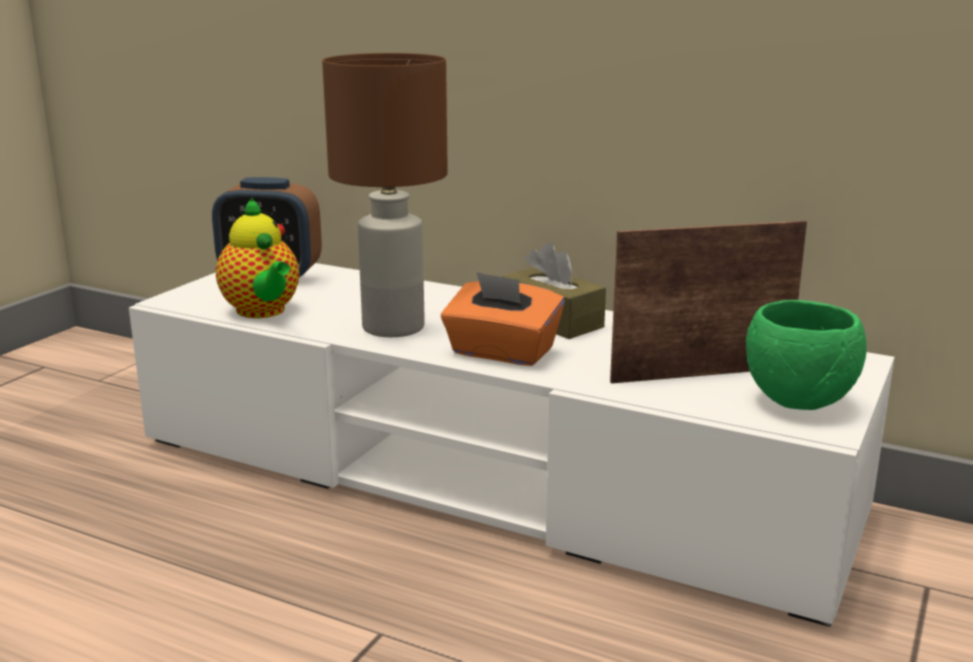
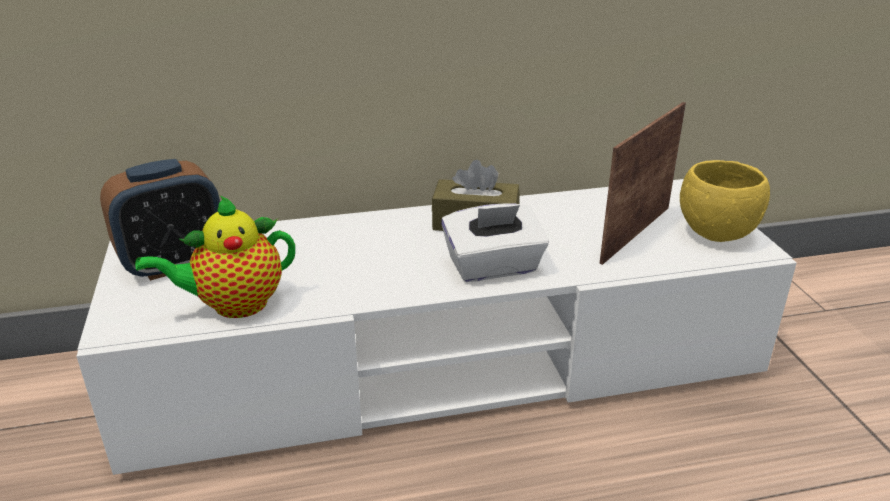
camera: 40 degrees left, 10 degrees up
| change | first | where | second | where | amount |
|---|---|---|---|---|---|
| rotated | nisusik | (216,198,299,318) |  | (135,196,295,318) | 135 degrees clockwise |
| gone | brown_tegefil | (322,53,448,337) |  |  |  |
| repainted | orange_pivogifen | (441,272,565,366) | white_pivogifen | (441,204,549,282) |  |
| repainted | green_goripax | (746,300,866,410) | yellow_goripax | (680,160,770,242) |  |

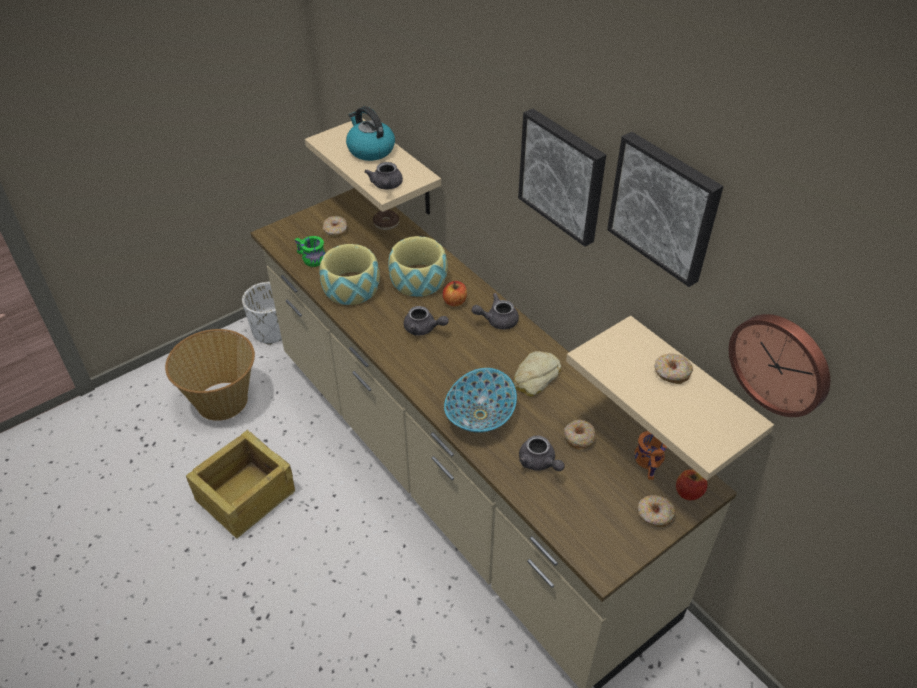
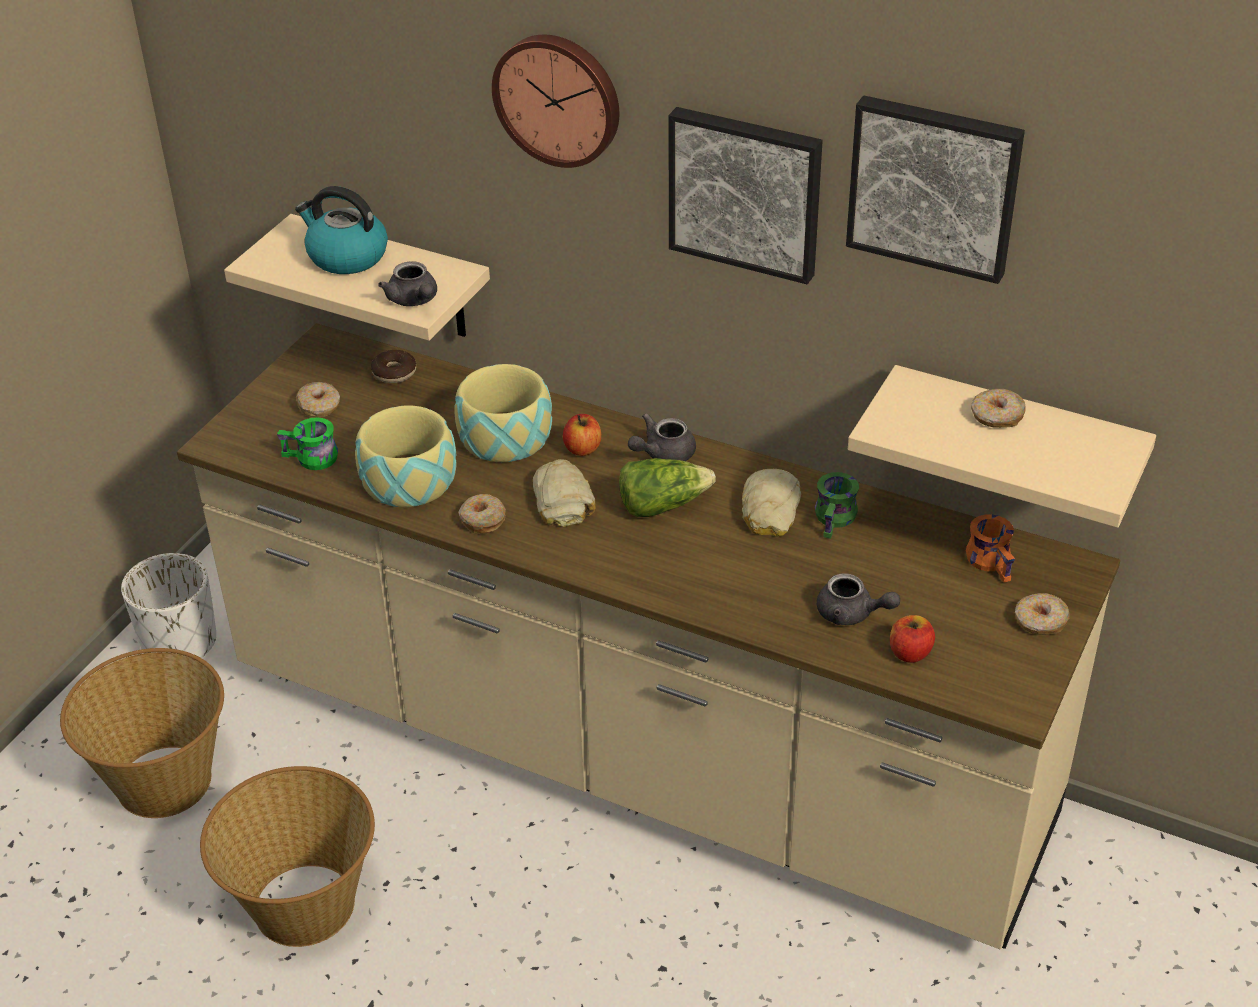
camera: 25 degrees left, 5 degrees down
| change | first | where | second | where | amount |
|---|---|---|---|---|---|
| swapped | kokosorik | (186,430,295,539) | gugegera | (200,766,375,947) |  |
| swapped | grey_nisusik | (404,306,449,335) | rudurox | (533,459,596,527) |  |
| gone | goripax | (444,368,517,433) |  |  |  |
| shifted | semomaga | (564,420,596,450) |  | (458,494,506,534) |  |
| shifted | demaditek | (676,470,707,500) |  | (890,615,935,663) |  |
| shifted | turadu | (729,314,830,417) |  | (492,35,619,168) |  |
| new |  |  | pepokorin | (619,458,716,517) |  |
| new |  |  | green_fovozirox | (815,472,859,539) |  |

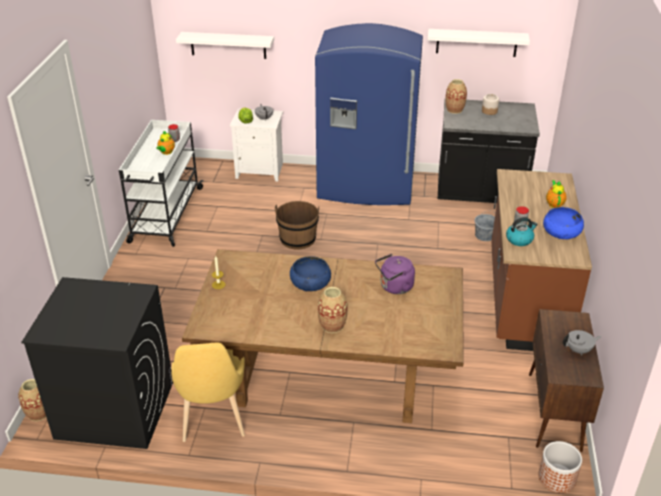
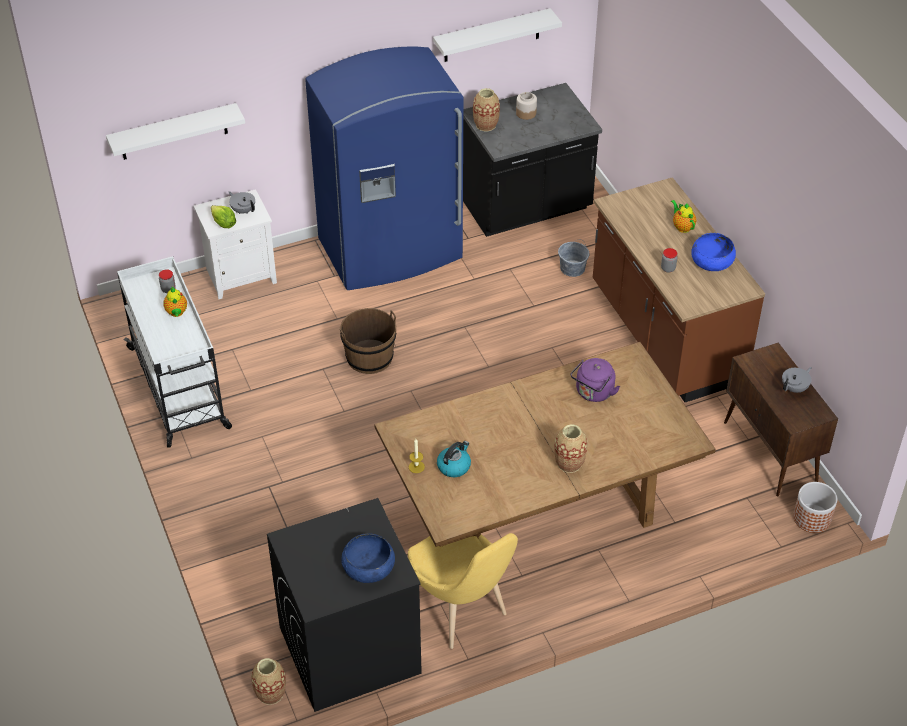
camera: 30 degrees left, 10 degrees up
| change | first | where | second | where | amount |
|---|---|---|---|---|---|
| shifted | blue_goripax | (290,256,331,291) |  | (341,533,395,583) |  |
| shifted | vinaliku | (506,217,538,246) |  | (437,441,471,477) |  |

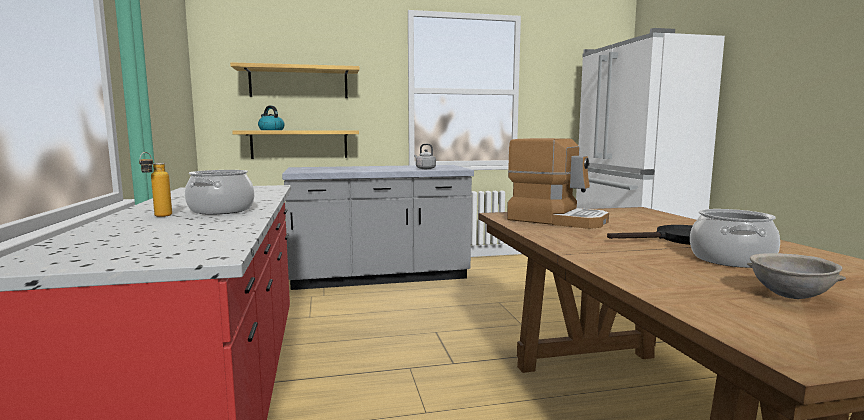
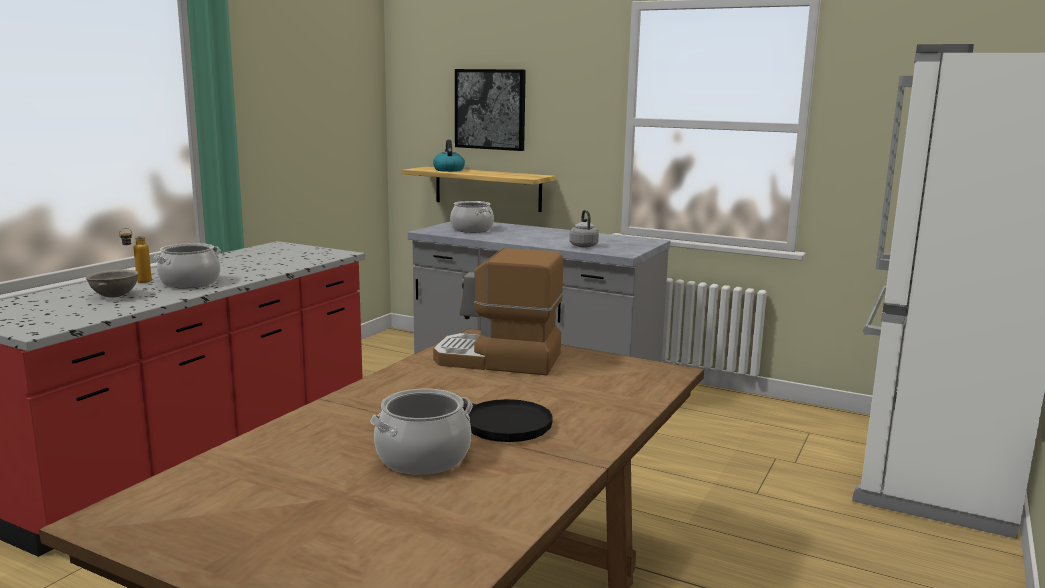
camera: 40 degrees right, 5 degrees up
| change | first | where | second | where | amount |
|---|---|---|---|---|---|
| swapped | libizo | (230,62,360,98) | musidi | (455,69,526,151) |  |
| rotated | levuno | (507,138,609,229) |  | (433,248,563,375) | 120 degrees clockwise |
| shifted | grey_goripax | (747,253,846,299) |  | (86,269,139,298) |  |
| new |  |  | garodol | (450,201,494,233) |  |

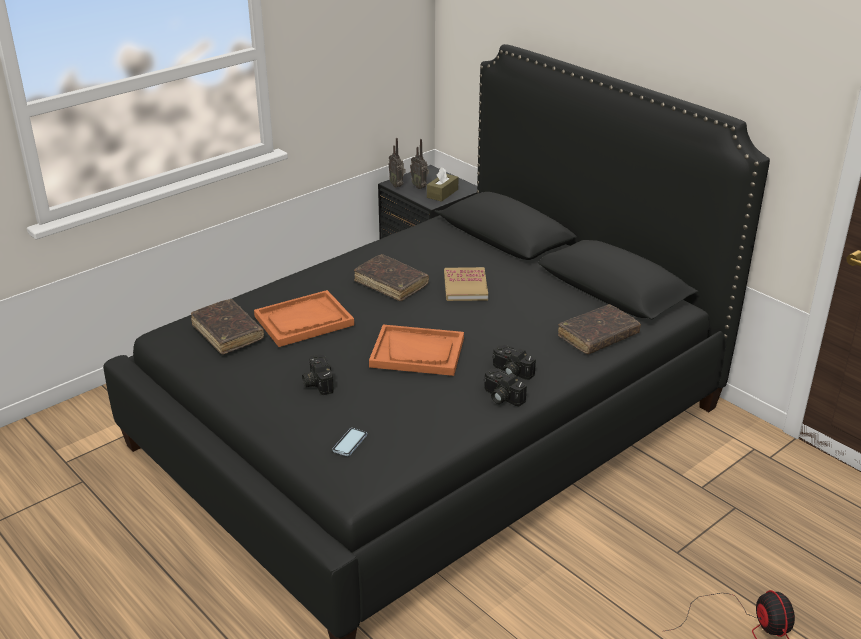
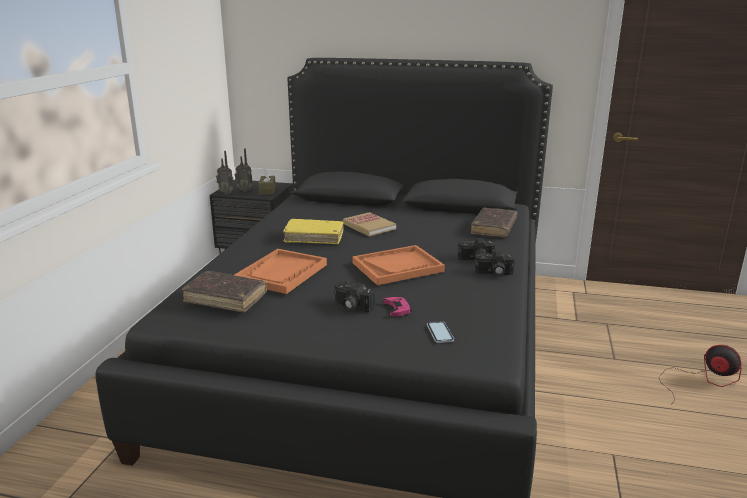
camera: 35 degrees left, 10 degrees down
| change | first | where | second | where | amount |
|---|---|---|---|---|---|
| repainted | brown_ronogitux | (354,254,429,301) | yellow_ronogitux | (283,219,344,244) |  |
| new |  |  | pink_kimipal | (383,297,412,317) |  |

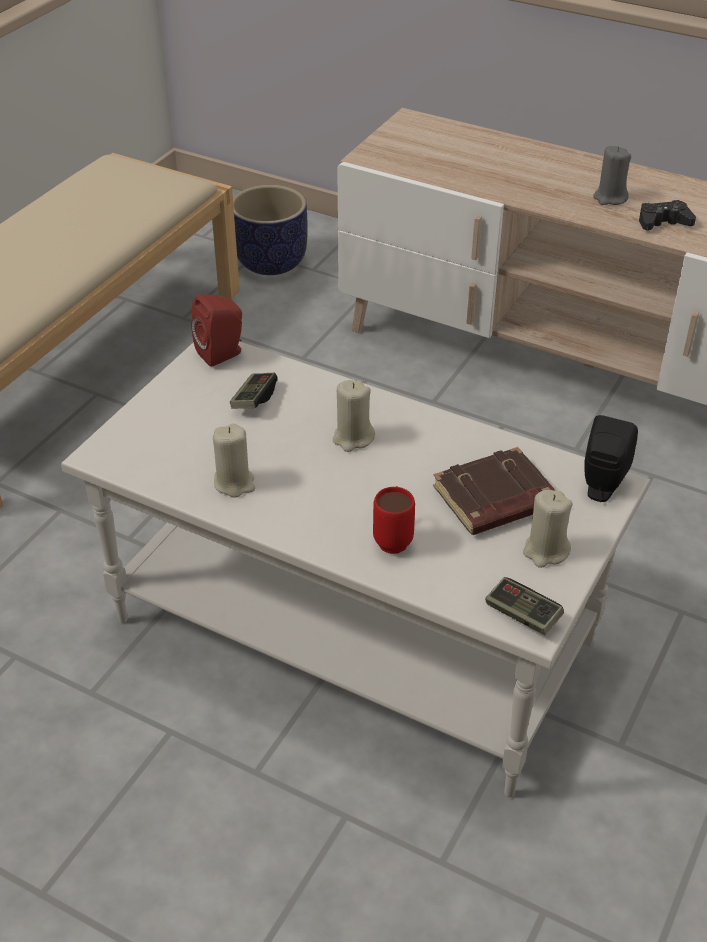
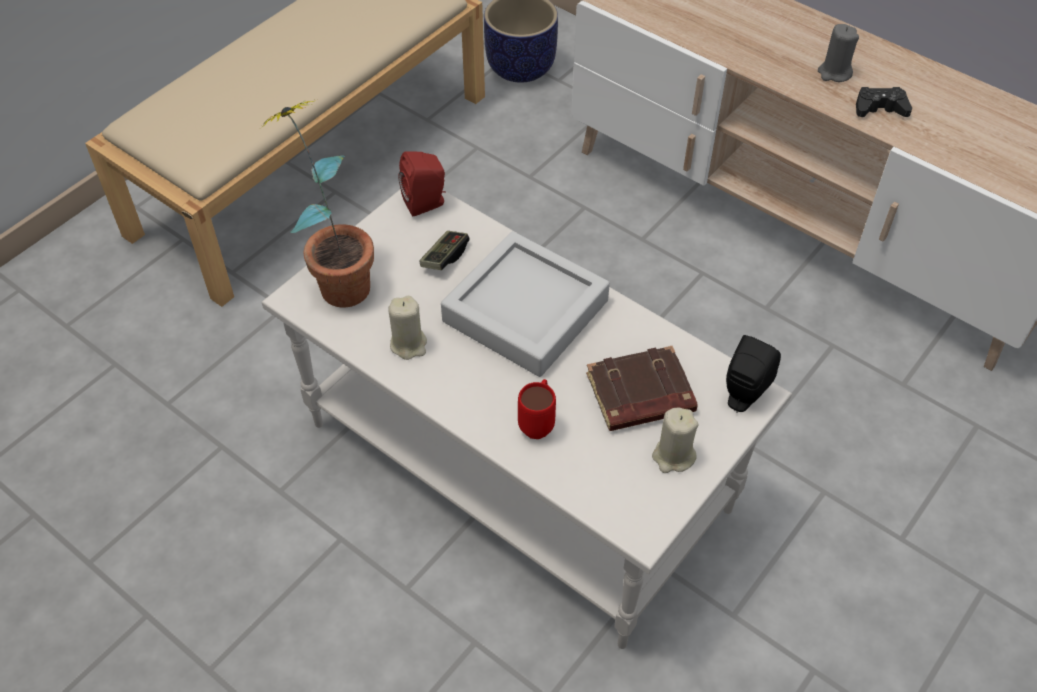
camera: 10 degrees right, 10 degrees up
| change | first | where | second | where | amount |
|---|---|---|---|---|---|
| swapped | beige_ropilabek | (333,380,375,452) | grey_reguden | (441,231,610,377) |  |
| gone | kimipal | (485,577,564,635) |  |  |  |
| new |  |  | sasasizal | (261,100,374,307) |  |

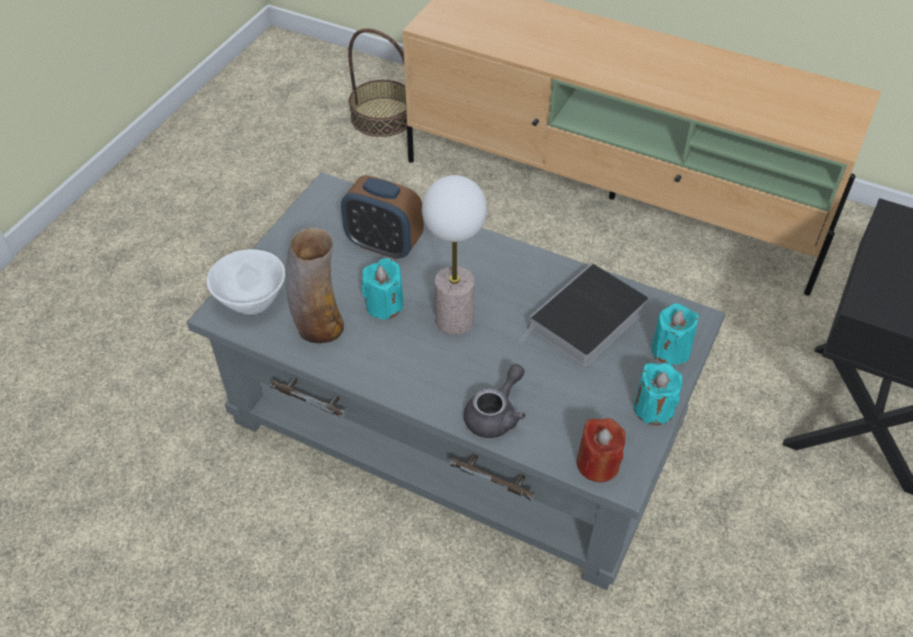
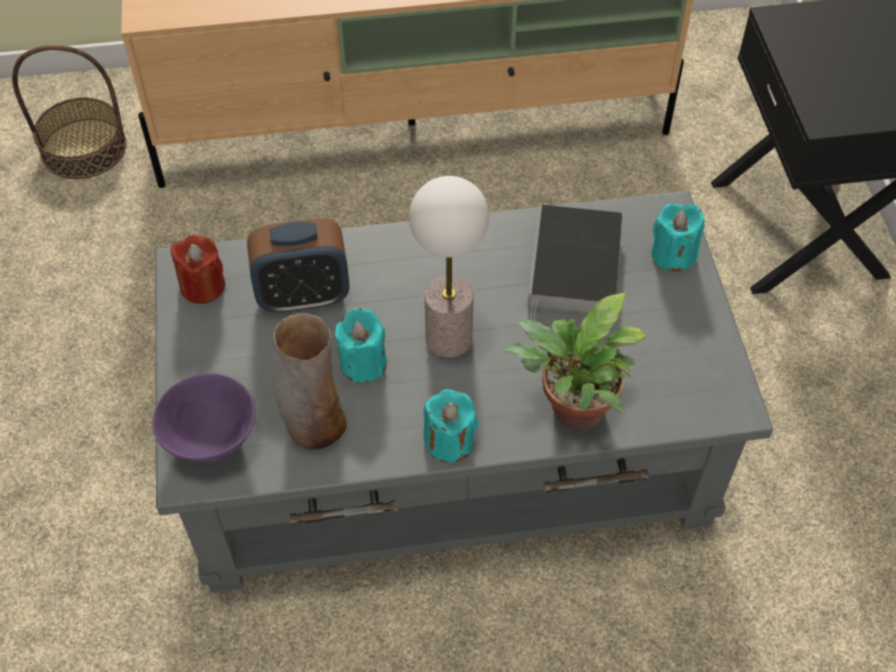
camera: 35 degrees left, 5 degrees up
| change | first | where | second | where | amount |
|---|---|---|---|---|---|
| repainted | white_goripax | (207,249,285,315) | purple_goripax | (152,373,255,463) |  |
| swapped | grey_nisusik | (464,364,526,438) | sasasizal | (503,293,646,430) |  |
| shifted | red_ropilabek | (577,418,625,482) |  | (171,235,225,304) |  |
| shifted | turquoise_ropilabek | (633,363,682,425) |  | (423,389,478,462) |  |

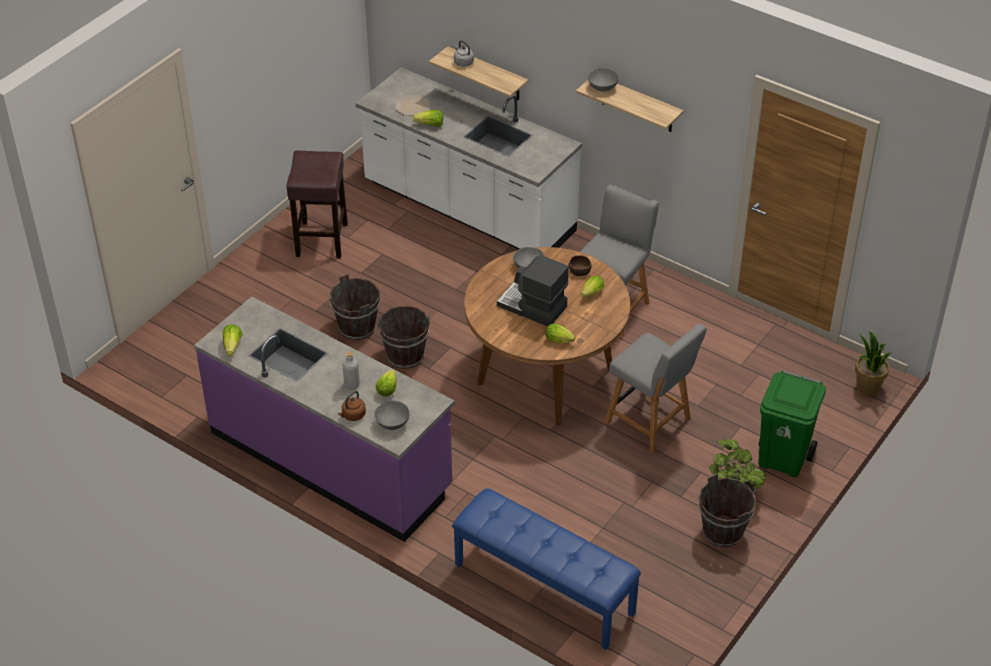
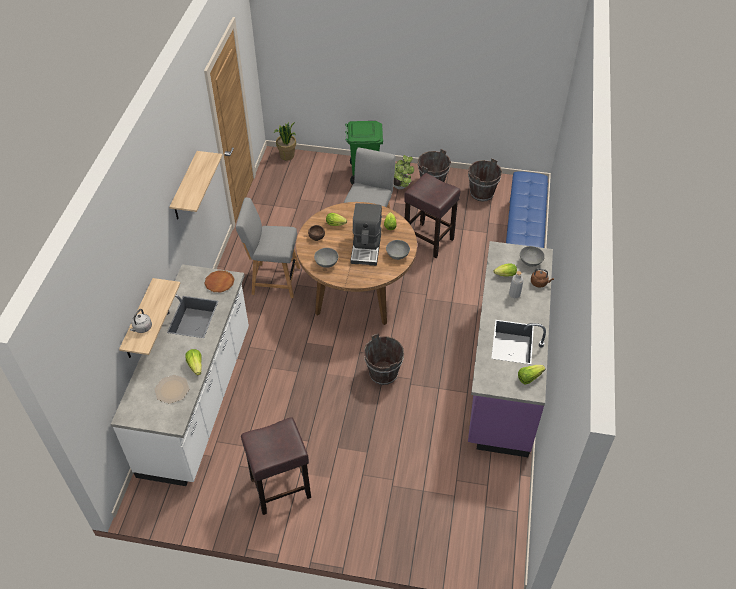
camera: 115 degrees left, 5 degrees up
| change | first | where | second | where | amount |
|---|---|---|---|---|---|
| shifted | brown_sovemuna | (330,274,380,340) |  | (468,158,502,201) |  |
| shifted | grey_goripax | (588,68,619,92) |  | (386,240,410,260) |  |
| new |  |  | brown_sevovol | (204,270,234,292) |  |
| new |  |  | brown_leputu | (404,173,460,258) |  |

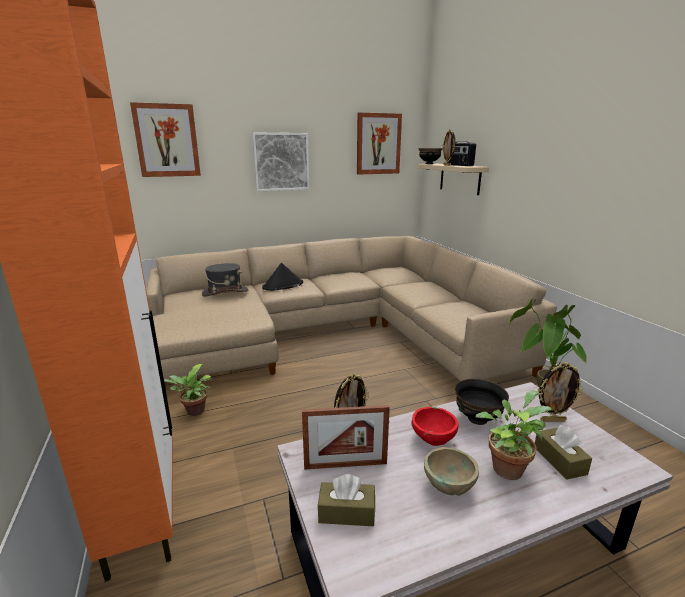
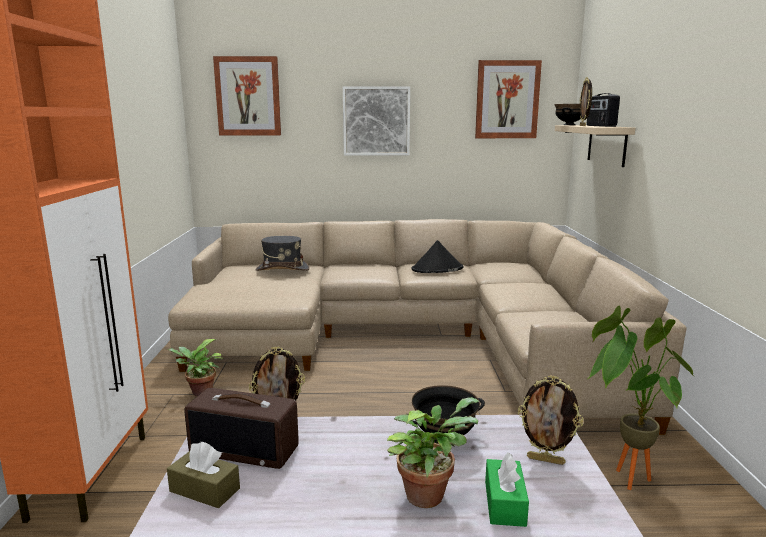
camera: 20 degrees right, 5 degrees down
| change | first | where | second | where | amount |
|---|---|---|---|---|---|
| shifted | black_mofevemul | (262,263,303,291) |  | (411,240,463,273) |  |
| swapped | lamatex | (302,405,390,470) | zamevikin | (184,388,299,469) |  |
| gone | red_goripax | (412,407,458,446) |  |  |  |
| gone | beige_goripax | (424,447,479,496) |  |  |  |
| repainted | brown_pivogifen | (535,425,592,480) | green_pivogifen | (485,452,529,527) |  |

